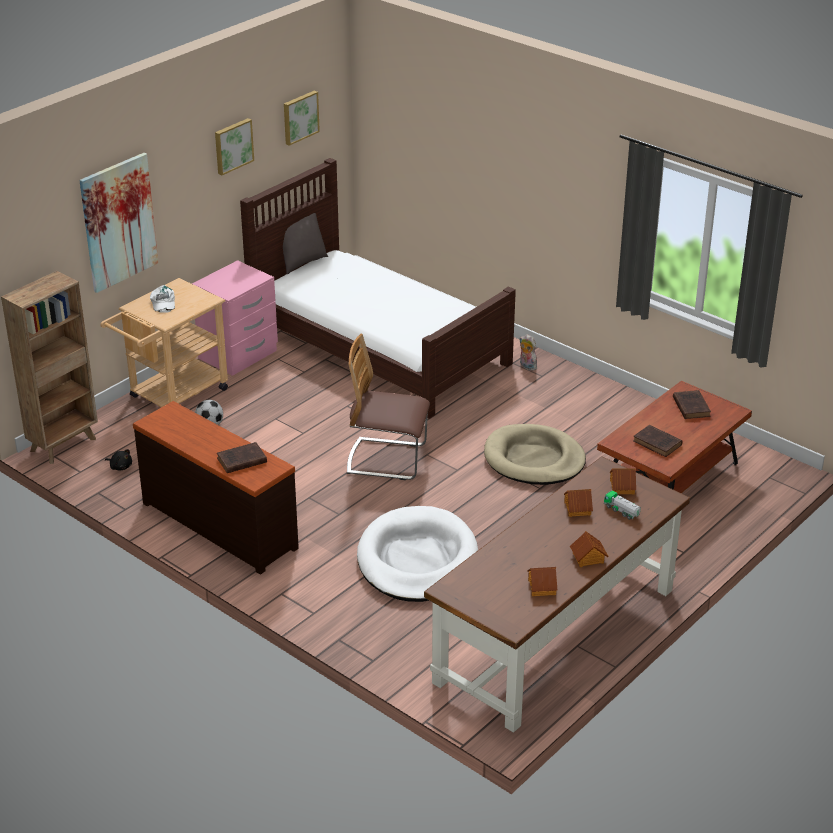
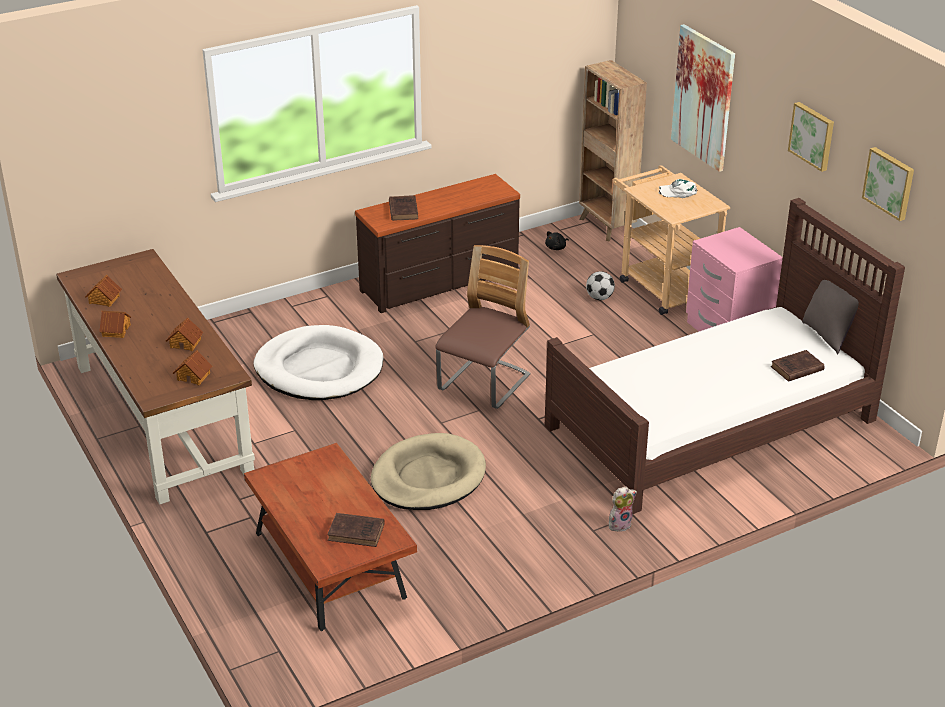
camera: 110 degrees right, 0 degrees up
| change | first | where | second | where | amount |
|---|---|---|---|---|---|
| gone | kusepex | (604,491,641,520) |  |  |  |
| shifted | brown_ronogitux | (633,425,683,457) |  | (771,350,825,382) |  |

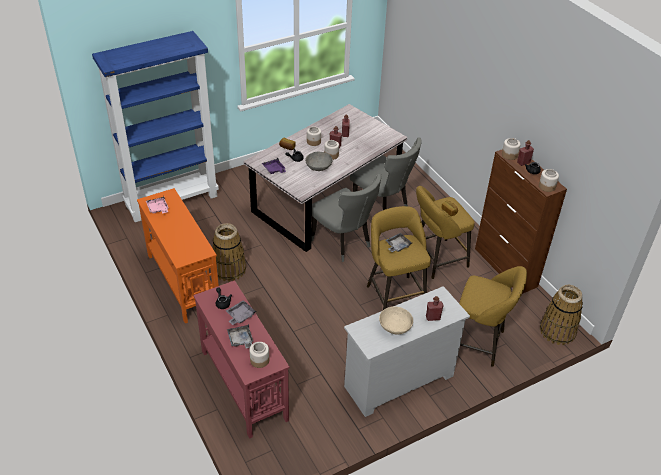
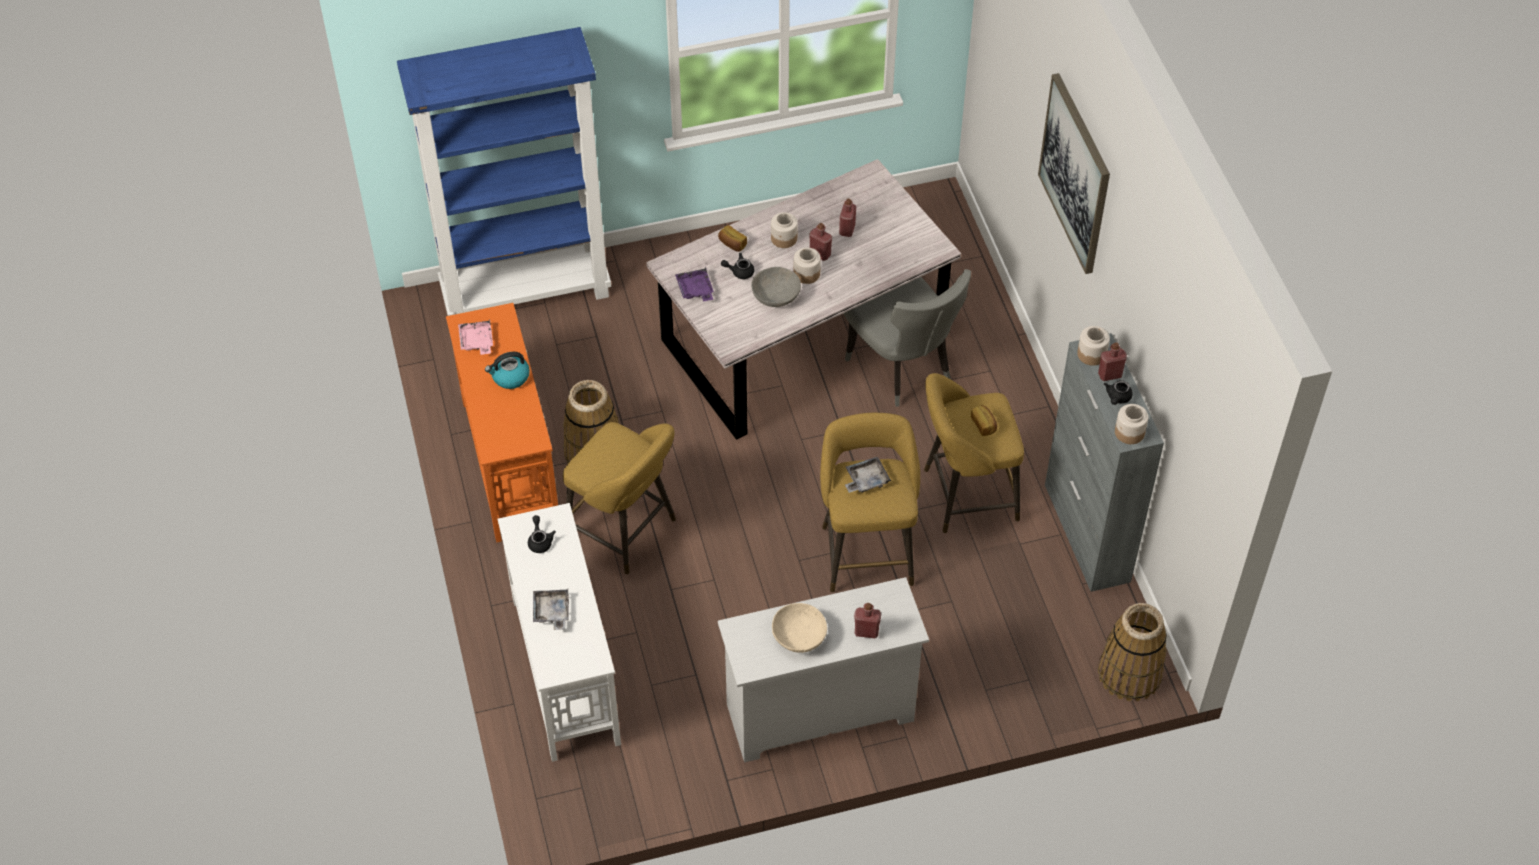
camera: 15 degrees right, 10 degrees up
| change | first | where | second | where | amount |
|---|---|---|---|---|---|
| repainted | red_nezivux | (193,280,290,439) | white_nezivux | (498,503,621,762) |  |
| gone | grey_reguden | (226,300,256,325) |  |  |  |
| gone | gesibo | (249,342,269,368) |  |  |  |
| gone | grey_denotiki | (311,174,382,262) |  |  |  |
| shifted | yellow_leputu | (459,266,527,367) |  | (563,422,676,574) |  |
| repainted | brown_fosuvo | (475,149,567,294) | grey_fosuvo | (1045,333,1164,592) |  |
| new |  |  | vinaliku | (485,352,530,389) |  |
| new |  |  | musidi | (1038,73,1110,274) |  |

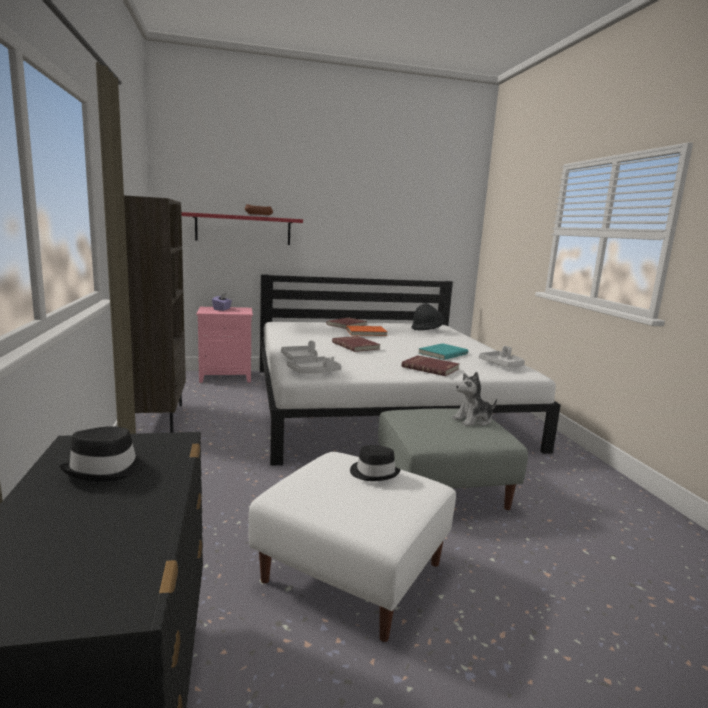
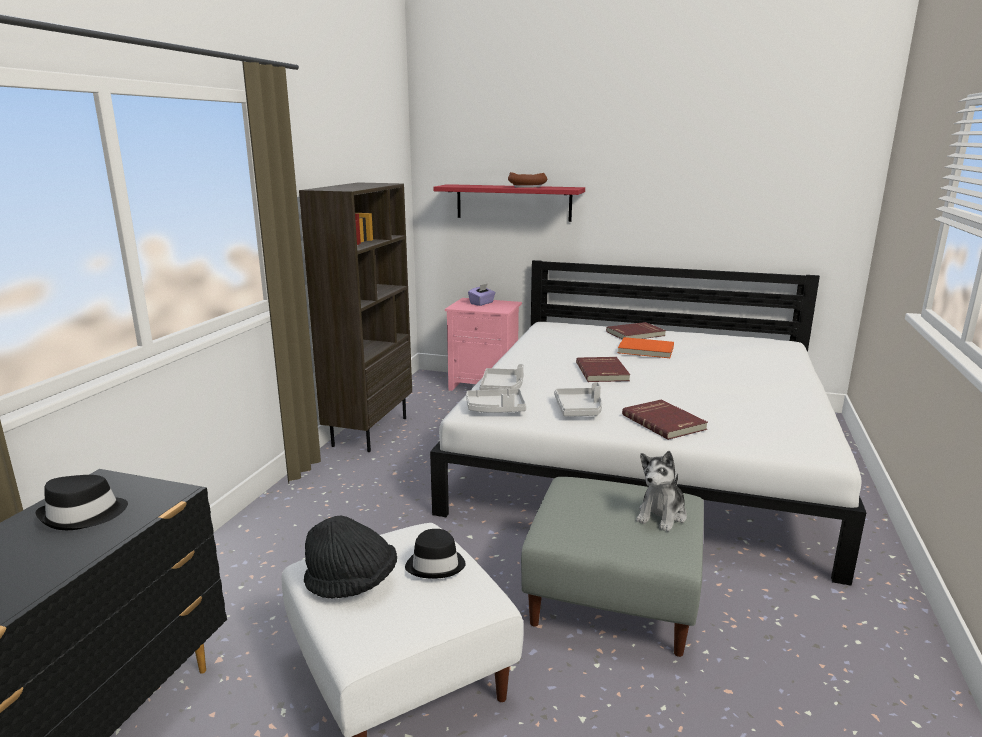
camera: 30 degrees right, 5 degrees up
| change | first | where | second | where | amount |
|---|---|---|---|---|---|
| shifted | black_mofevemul | (411,303,445,330) |  | (304,515,397,598) |  |
| gone | turquoise_ronogitux | (418,343,468,360) |  |  |  |
| rotated | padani | (452,372,497,426) |  | (636,451,687,532) | 60 degrees counterclockwise |
| shifted | grey_reguden | (479,346,525,368) |  | (554,382,602,416) |  |

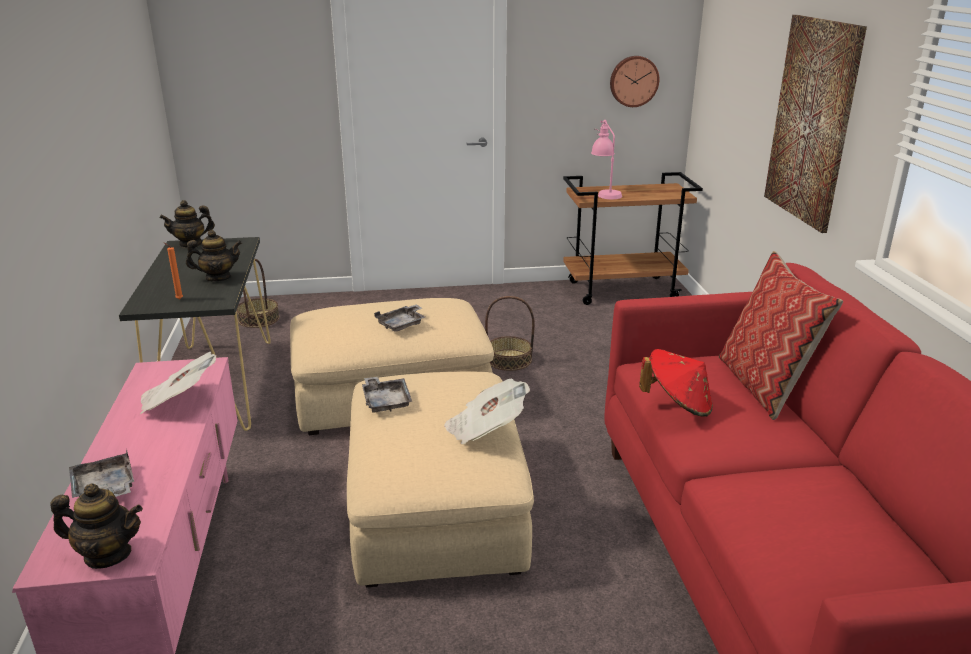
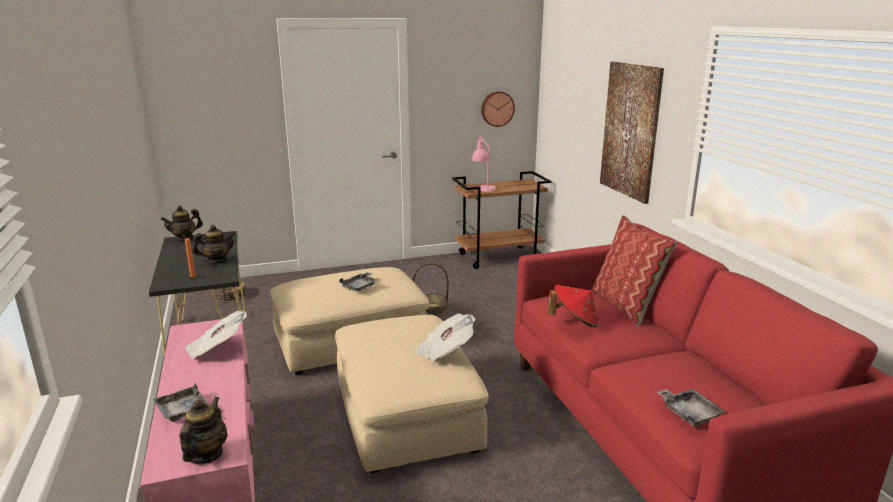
camera: 10 degrees left, 5 degrees down
| change | first | where | second | where | amount |
|---|---|---|---|---|---|
| rotated | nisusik | (50,484,143,569) |  | (179,397,228,465) | 75 degrees counterclockwise |
| shifted | grey_reguden | (362,377,412,413) |  | (657,389,725,427) |  |

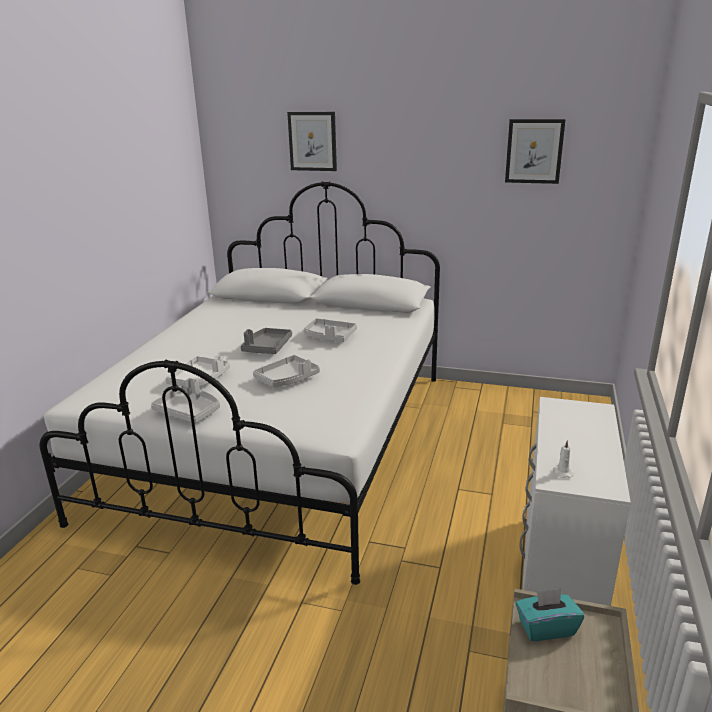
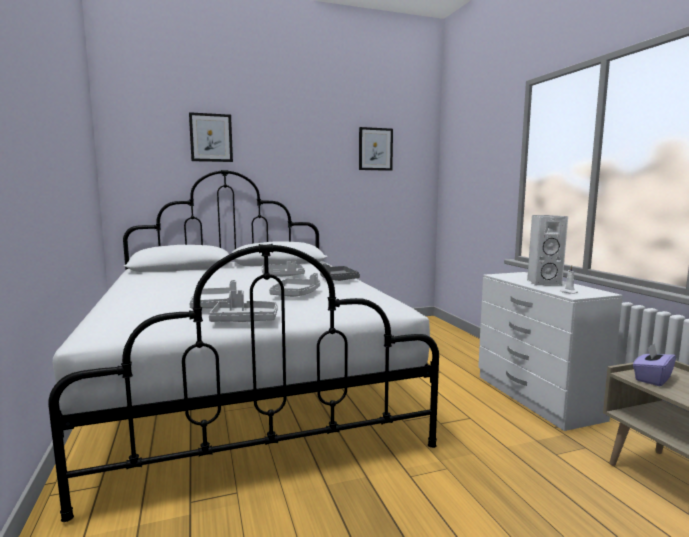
camera: 35 degrees left, 15 degrees down
| change | first | where | second | where | amount |
|---|---|---|---|---|---|
| shifted | grey_reguden | (241,328,292,354) |  | (320,264,360,281) |  |
| repainted | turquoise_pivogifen | (516,589,584,641) | purple_pivogifen | (633,344,676,386) |  |
| new |  |  | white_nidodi | (527,215,568,286) |  |

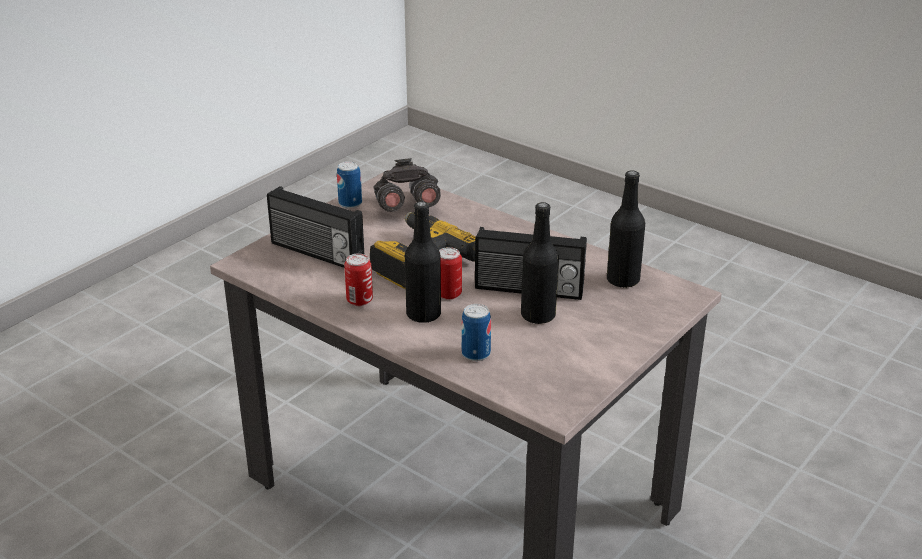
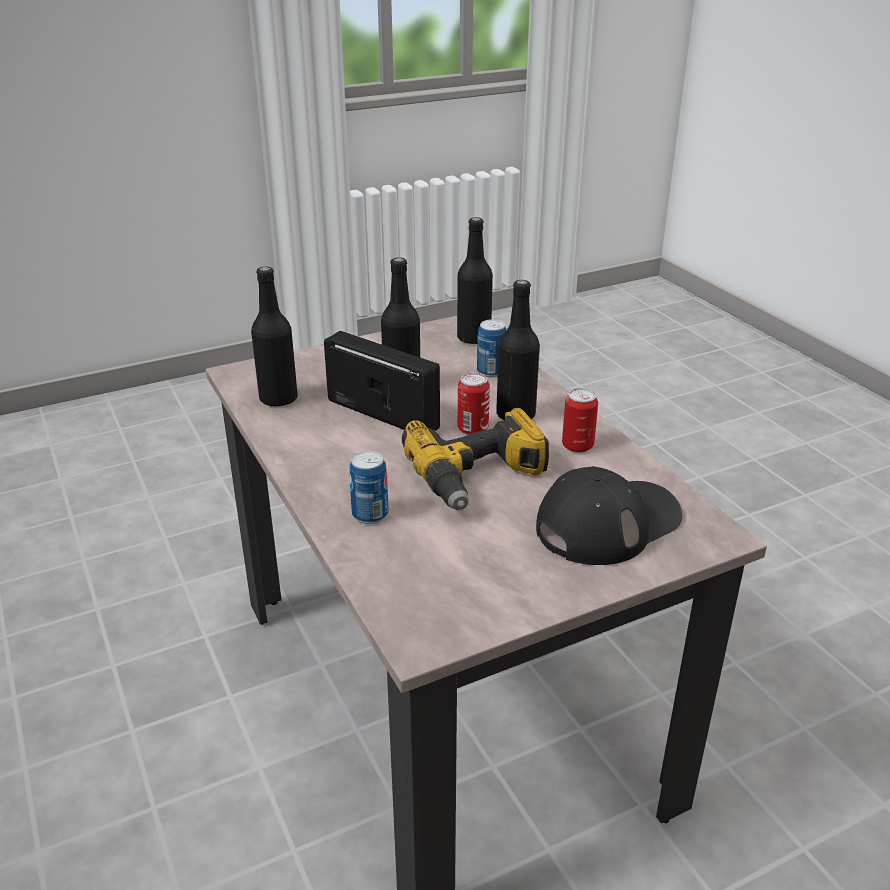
camera: 155 degrees left, 0 degrees up
| change | first | where | second | where | amount |
|---|---|---|---|---|---|
| swapped | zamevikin | (267,186,364,268) | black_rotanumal | (536,466,682,565) |  |
| shifted | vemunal | (337,161,362,209) |  | (349,451,388,524) |  |
| gone | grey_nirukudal | (374,158,441,212) |  |  |  |
| new |  |  | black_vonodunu | (457,217,493,344) |  |

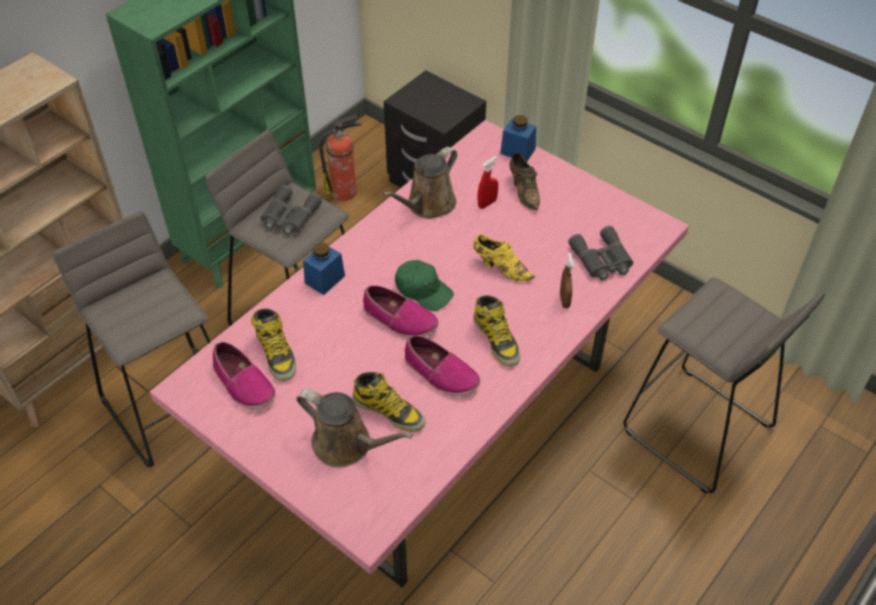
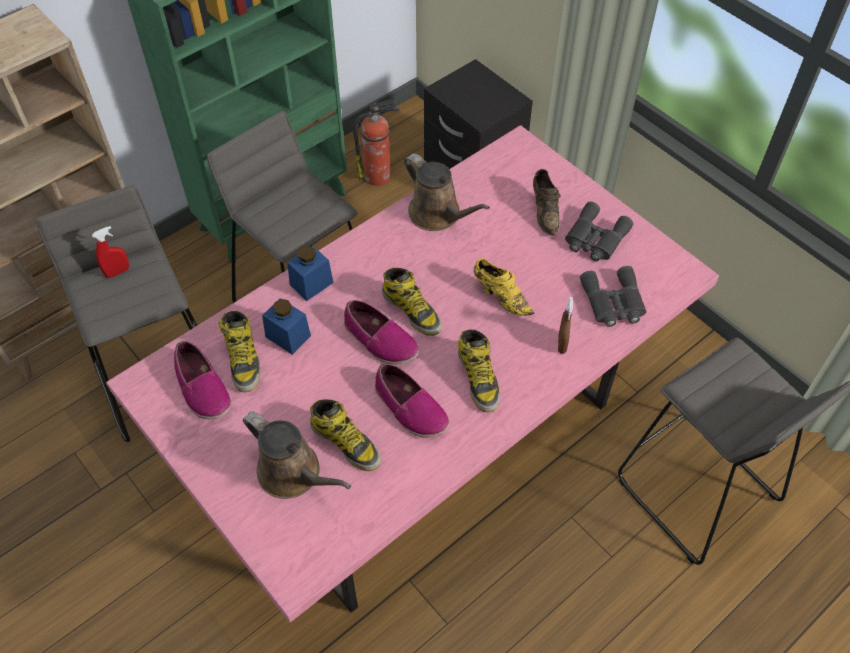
camera: 10 degrees right, 5 degrees up
| change | first | where | second | where | amount |
|---|---|---|---|---|---|
| shifted | grey_nirukudal | (261,185,322,235) |  | (565,202,634,261) |  |
| rotated | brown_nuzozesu | (383,147,457,219) |  | (404,153,490,231) | 90 degrees counterclockwise |
| swapped | green_rotanumal | (395,260,454,311) | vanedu | (382,268,442,336) |  |
| shifted | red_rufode | (477,156,498,209) |  | (92,226,129,278) |  |
| shifted | blue_gesibo | (500,115,536,162) |  | (262,298,311,355) |  |

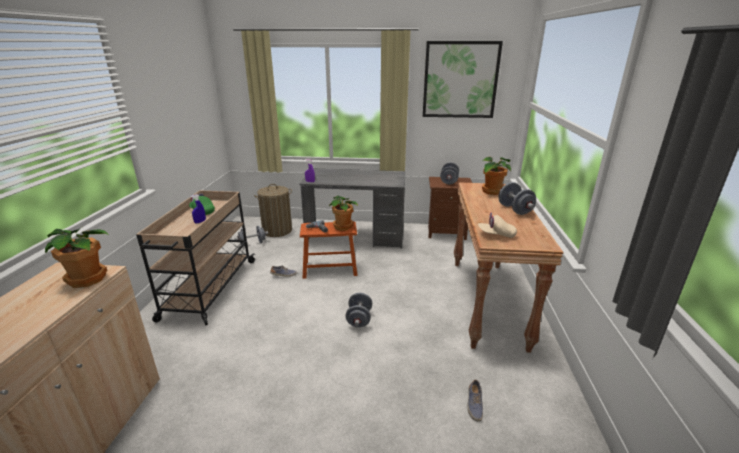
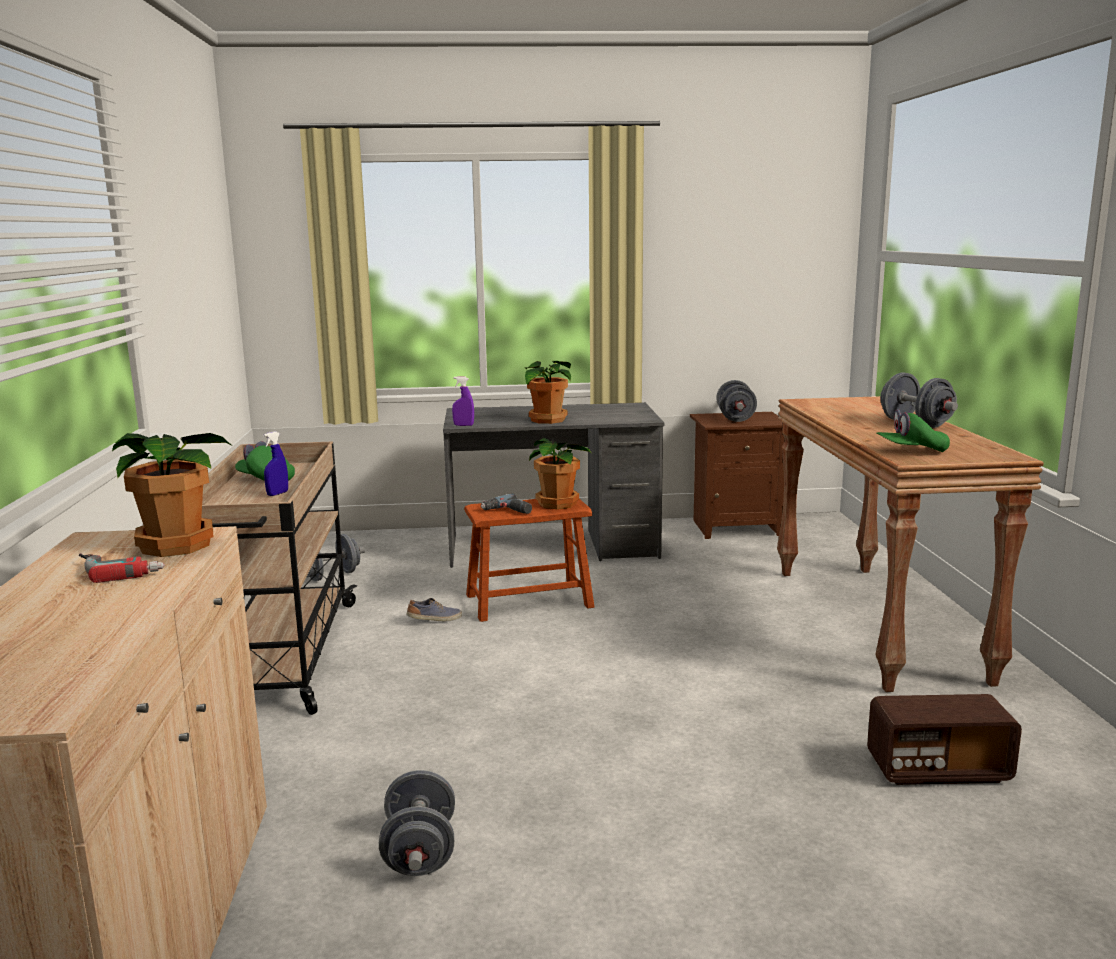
camera: 10 degrees left, 10 degrees down
| change | first | where | second | where | amount |
|---|---|---|---|---|---|
| gone | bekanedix | (254,184,292,237) |  |  |  |
| shifted | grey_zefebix | (346,293,372,327) |  | (379,770,455,876) |  |
| gone | musidi | (423,41,503,118) |  |  |  |
| swapped | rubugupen | (467,380,483,422) | zamevikin | (867,694,1022,785) |  |
| repainted | beige_rotanumal | (478,212,517,238) | green_rotanumal | (876,409,950,452) |  |
| shifted | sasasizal | (482,157,511,195) |  | (524,361,571,424) |  |
| new |  |  | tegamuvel | (79,553,165,583) |  |

